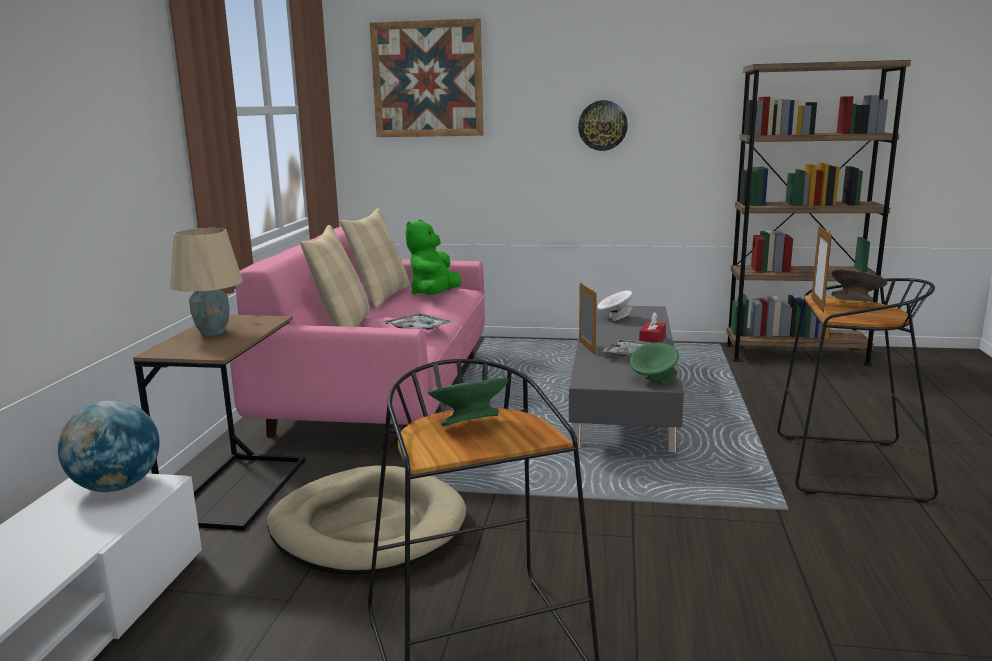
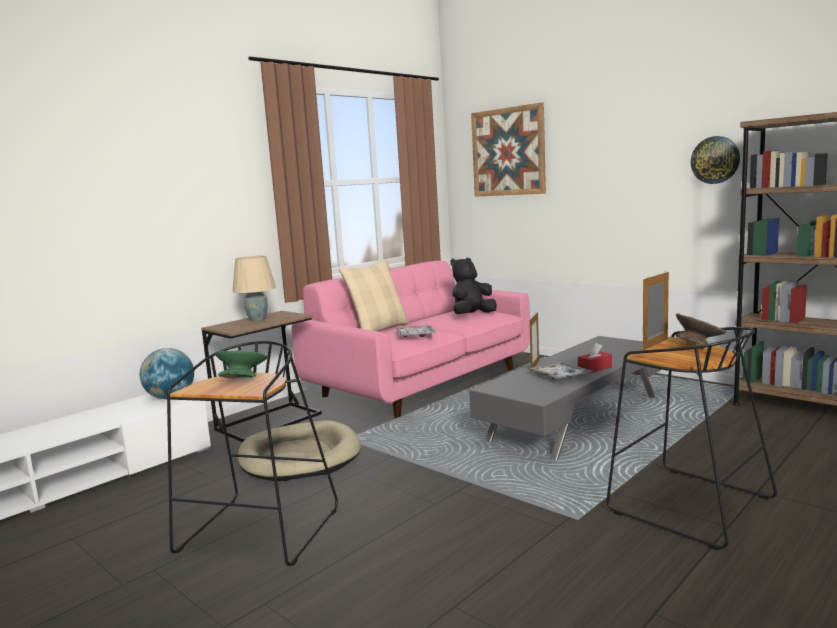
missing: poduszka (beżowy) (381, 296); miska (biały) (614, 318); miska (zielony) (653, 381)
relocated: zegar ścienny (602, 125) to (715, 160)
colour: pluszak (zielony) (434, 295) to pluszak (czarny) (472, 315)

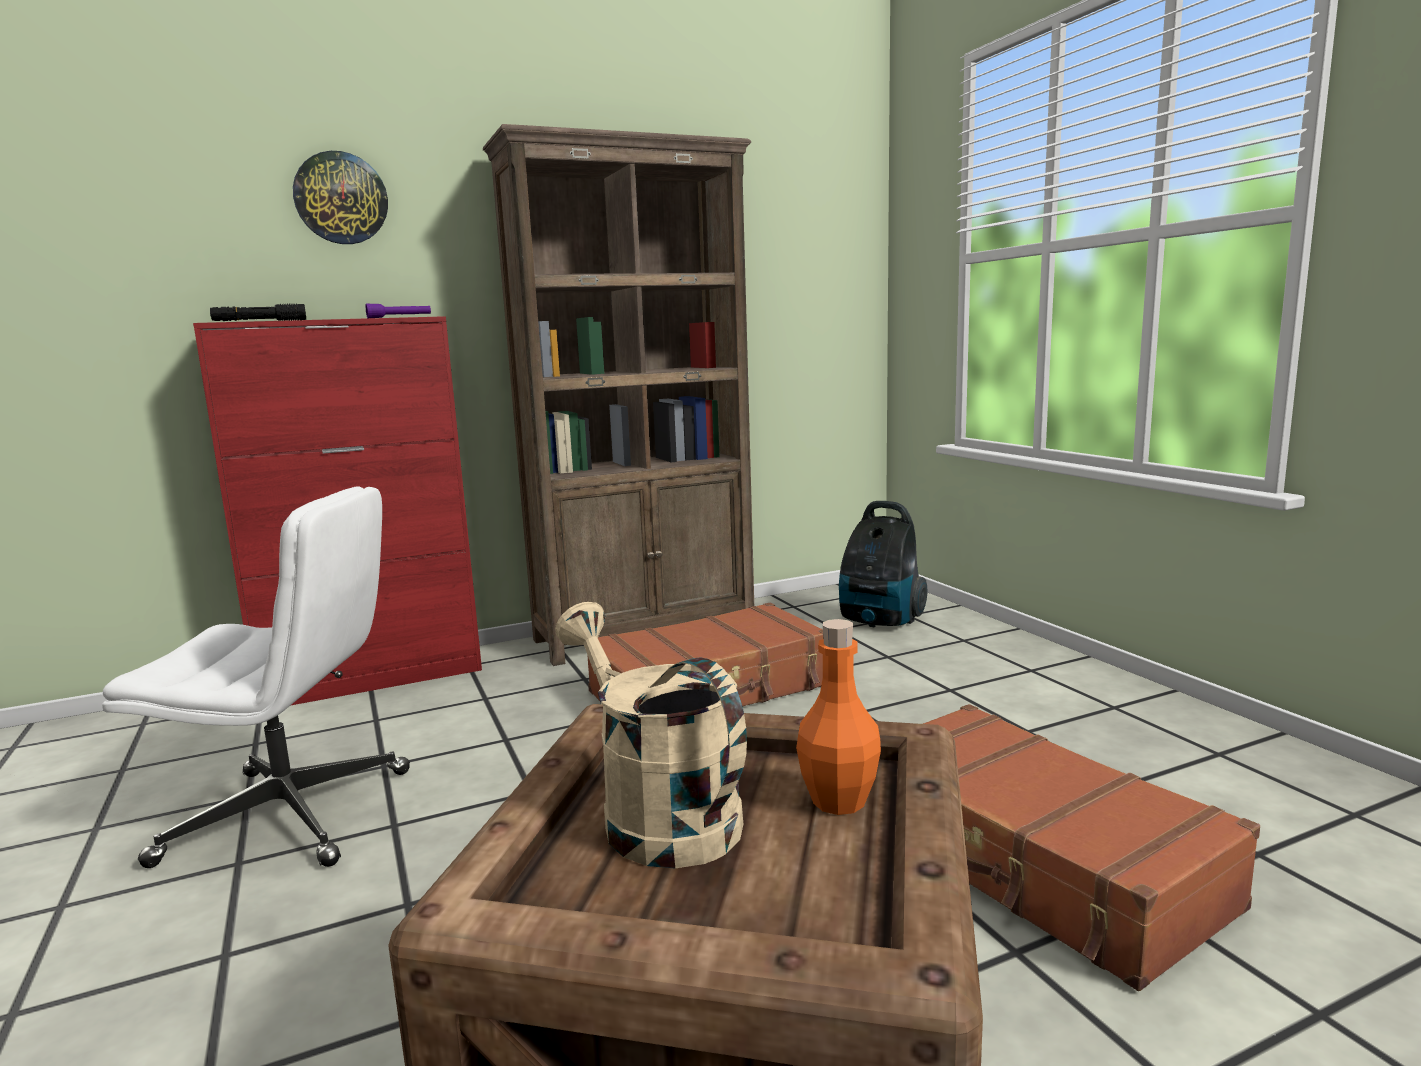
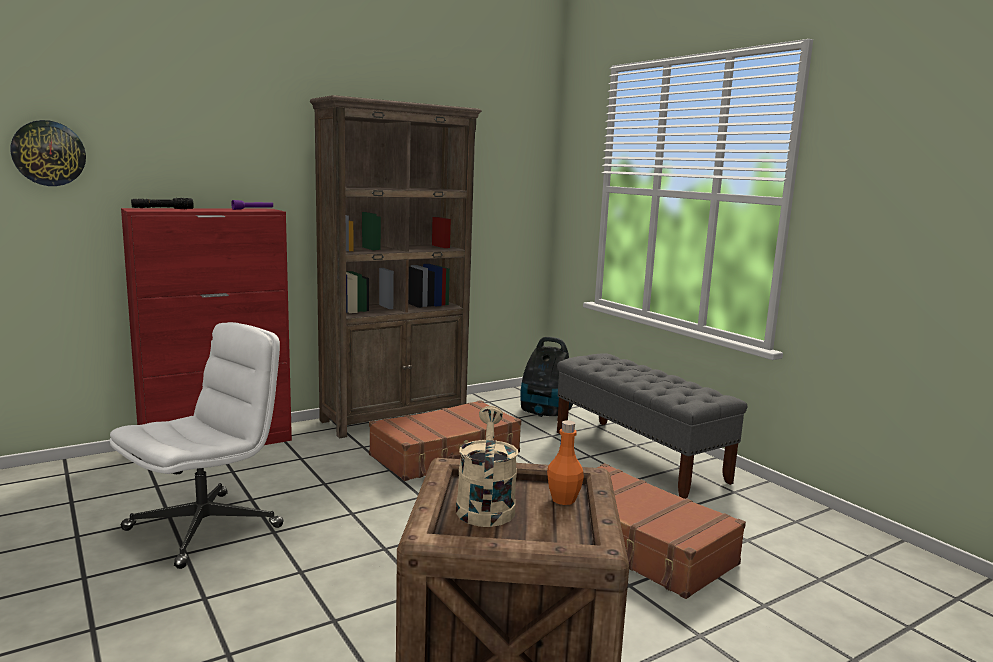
appeared: ławka (szary) (638, 456)
relocated: zegar ścienny (341, 198) to (48, 153)
spun: krzesło biurowe (biały) (292, 815) = (205, 527) 45 degrees counterclockwise; konewka (beżowy) (656, 813) = (485, 505) 45 degrees clockwise

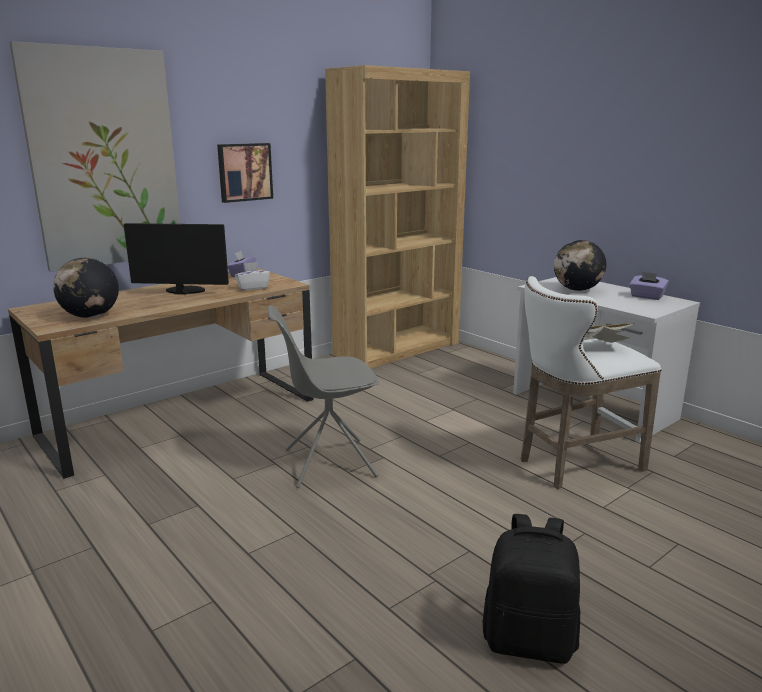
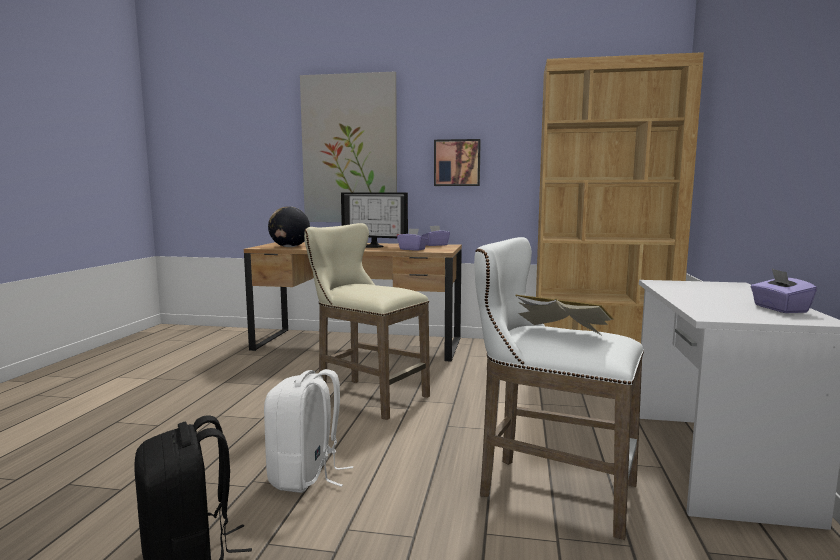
missing: globus (577, 289)
appeared: plecak (biały) (306, 476)
exchanged: krzesło (szary) (328, 463) to stołek (beżowy) (367, 396)
colour: pudełko chusteczek (biały) (253, 287) to pudełko chusteczek (fioletowy) (412, 249)
spun: monitor (183, 291) = (371, 246) 150 degrees clockwise

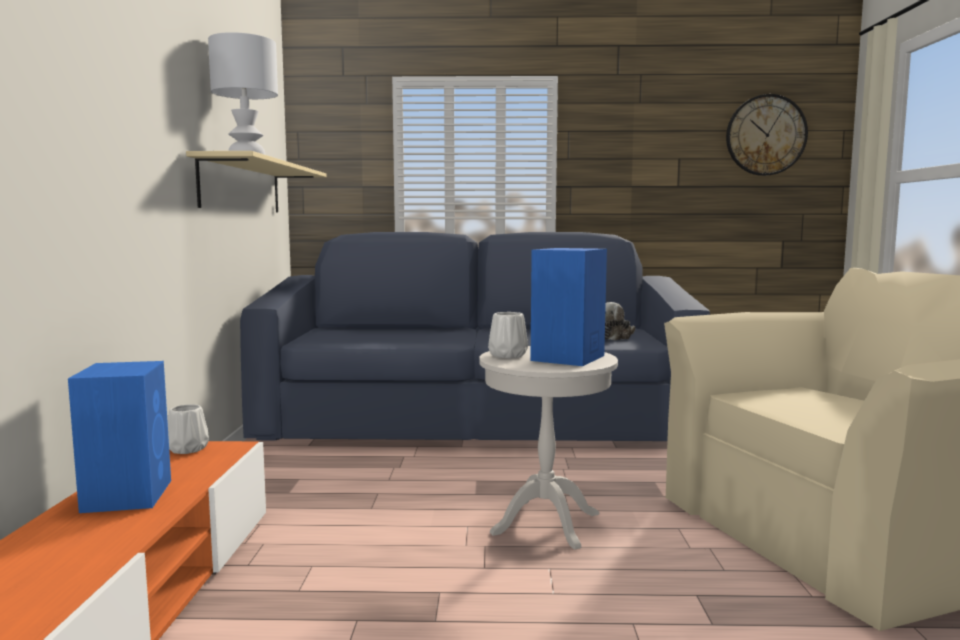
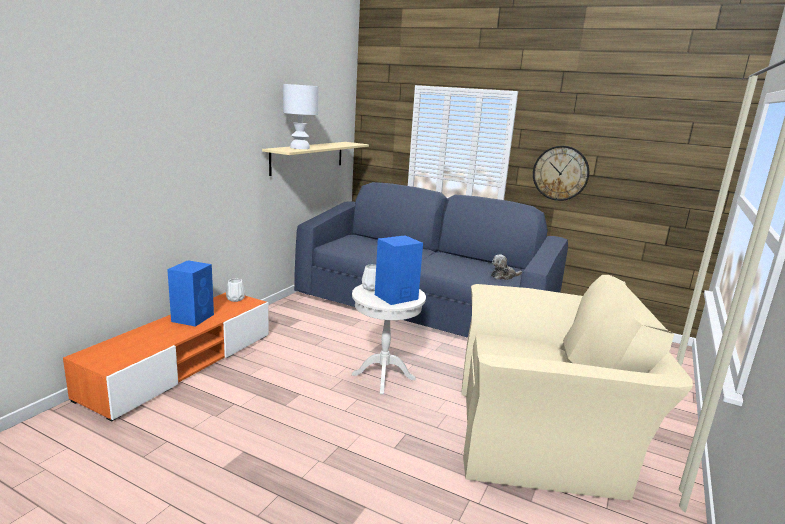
relocated: zegar ścienny (766, 135) to (560, 173)

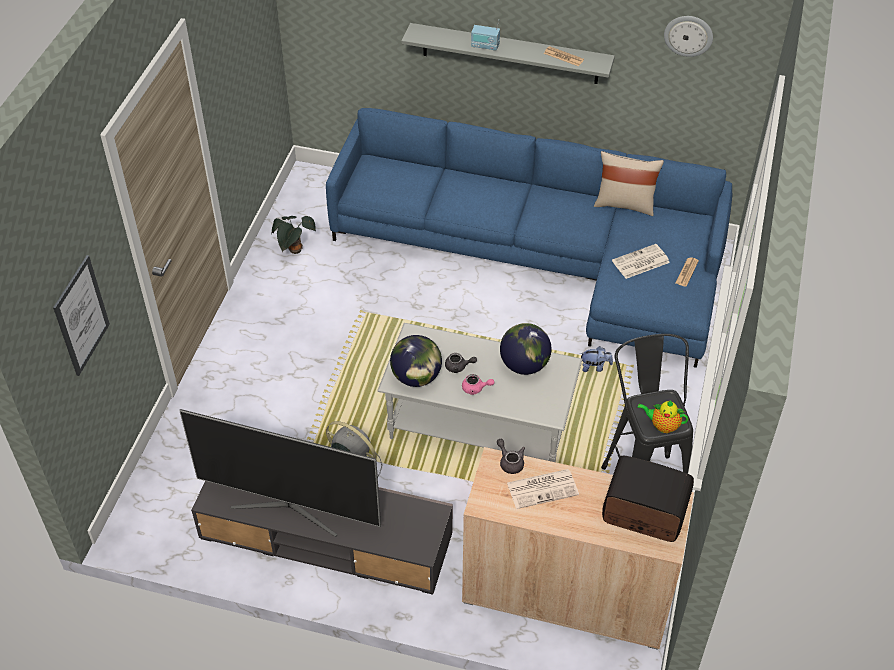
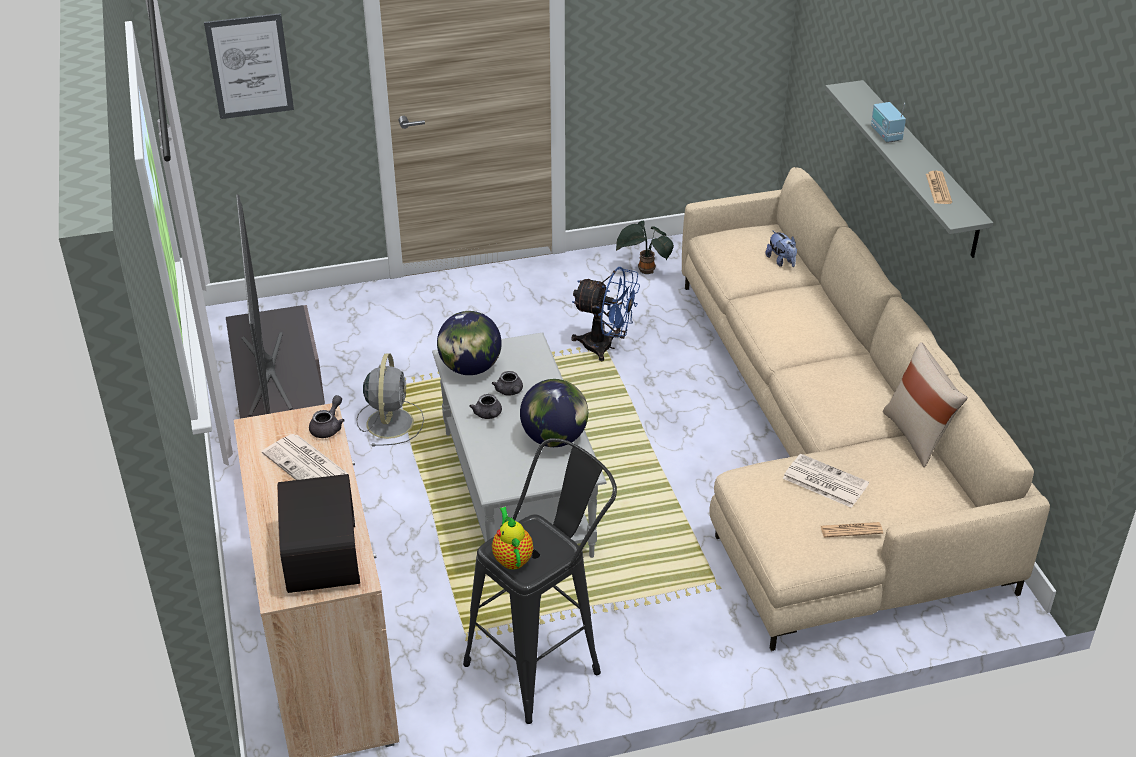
missing: zegar ścienny (688, 35)
appeared: wentylator (niebieski) (605, 347)
relocated: pluszak (595, 367) to (781, 261)
colour: kanapa (niebieski) (543, 257) to kanapa (beżowy) (822, 446); imbryk (różowy) (475, 388) to imbryk (szary) (488, 415)

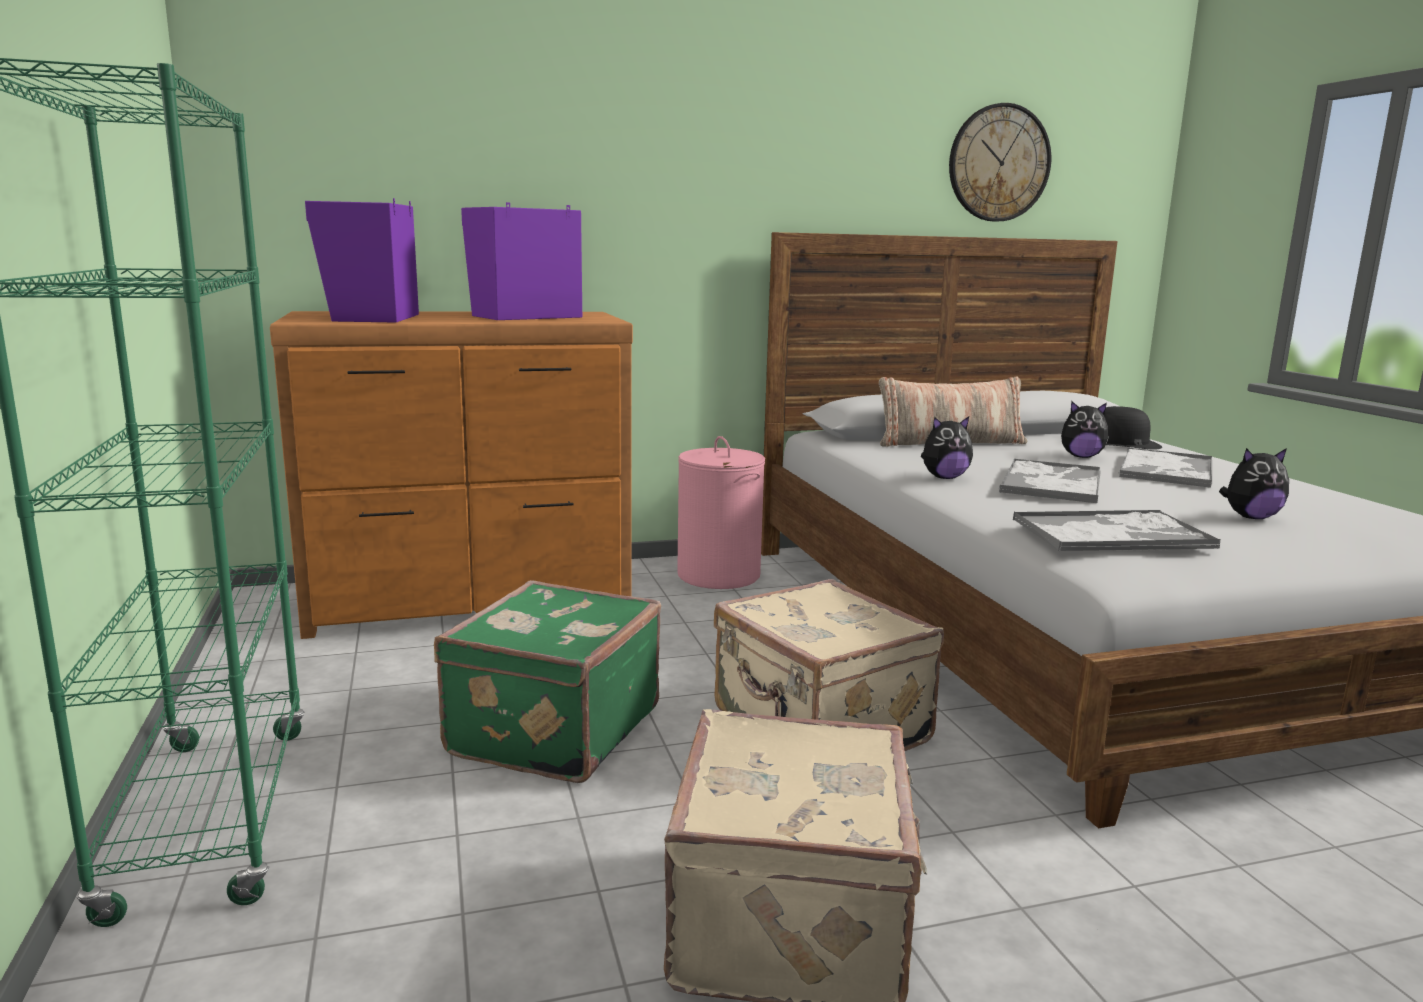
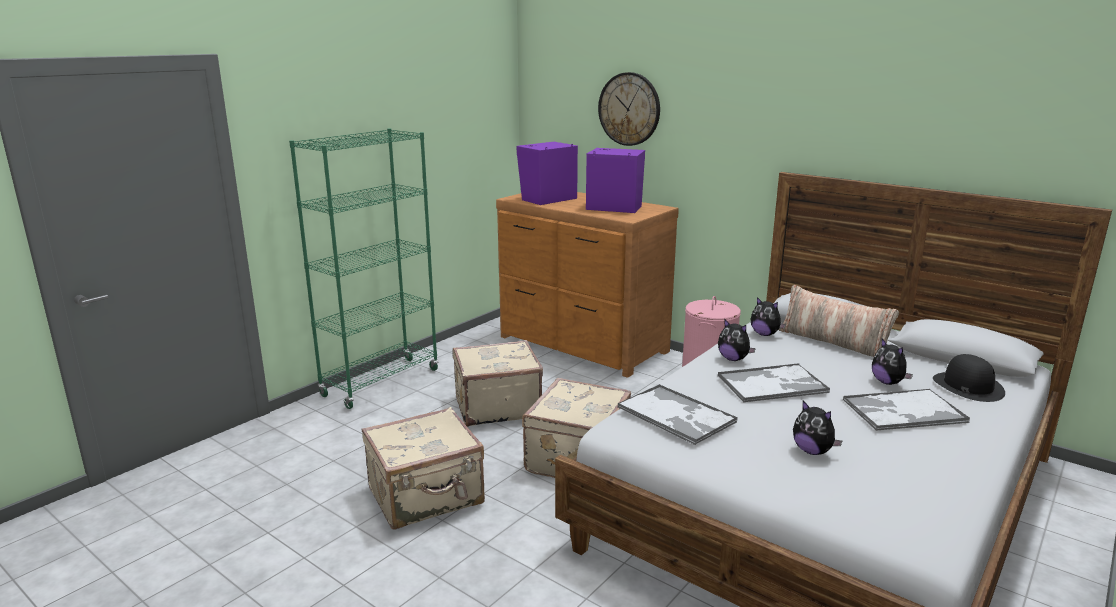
appeared: pluszak (765, 334)
relocated: zegar ścienny (999, 163) to (629, 109)
colour: walizka (zielony) (551, 730) to walizka (beżowy) (496, 406)

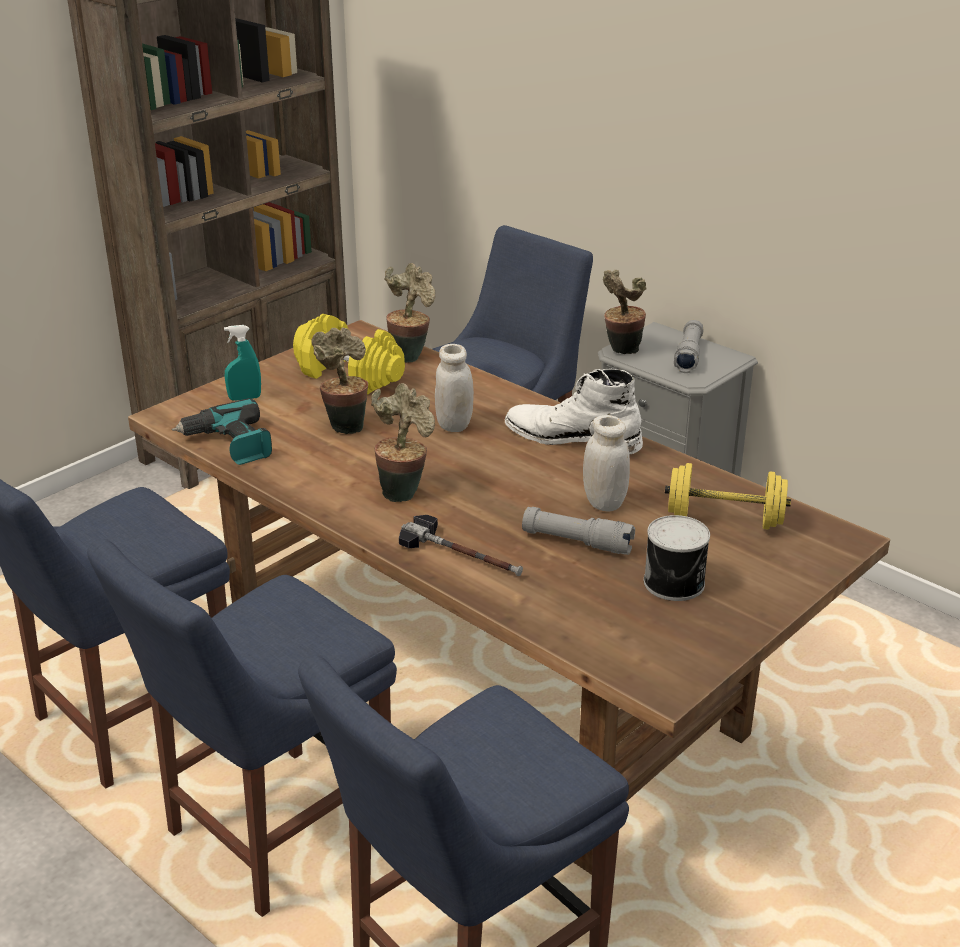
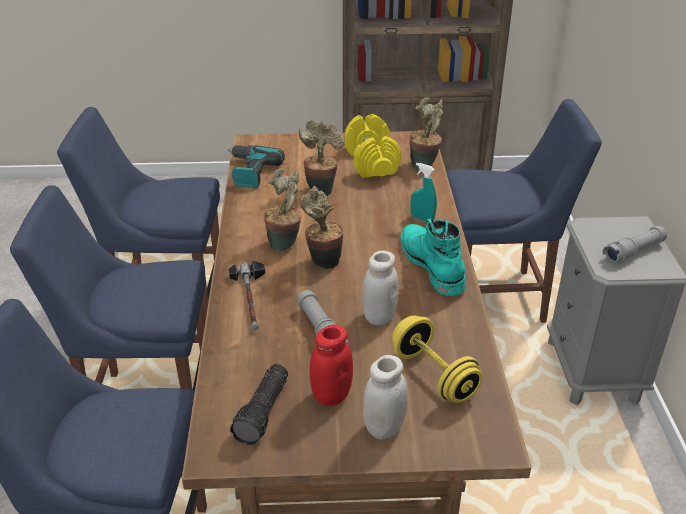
appeared: latarka (264, 412)
relocated: roślina doniczkowa (621, 350) to (322, 261); spryskiwacz (turkusowy) (245, 398) to (422, 219); słoik (biały) (454, 425) to (384, 428)
exchanged: puszka (675, 583) to słoik (czerwony) (331, 395)
colour: but z cholewką (biały) (572, 438) to but z cholewką (turkusowy) (431, 265)

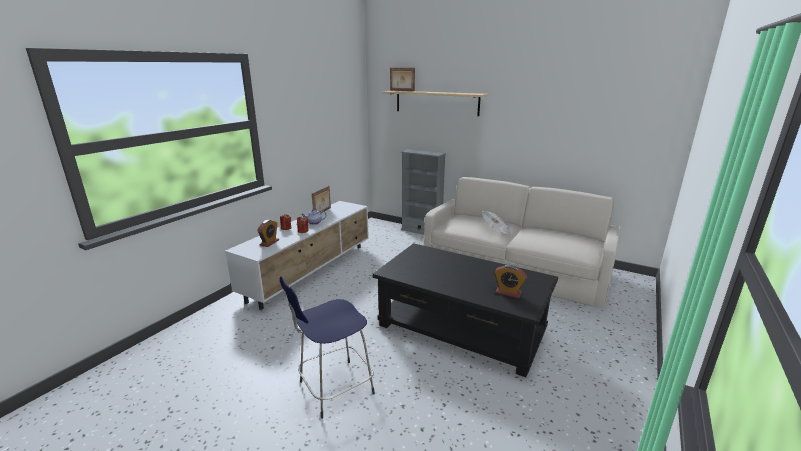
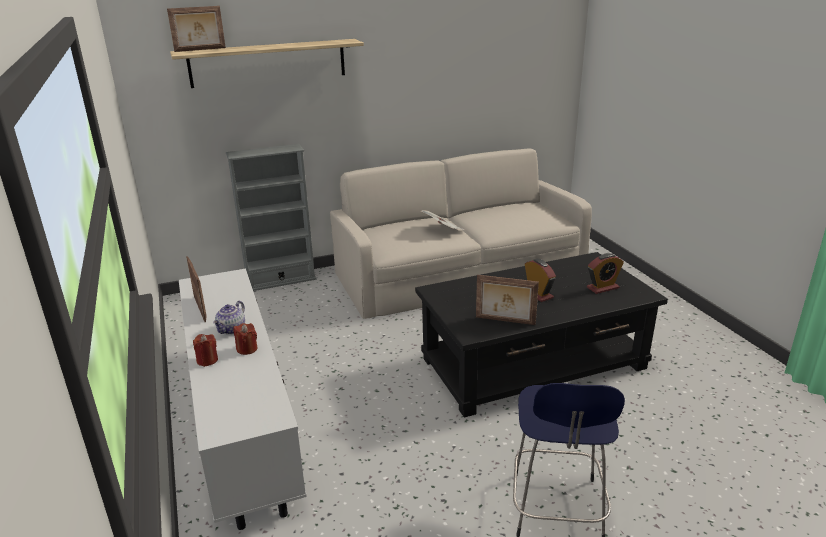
appeared: ramka na zdjęcie (505, 321)
relocated: budzik (269, 243) to (538, 294)

